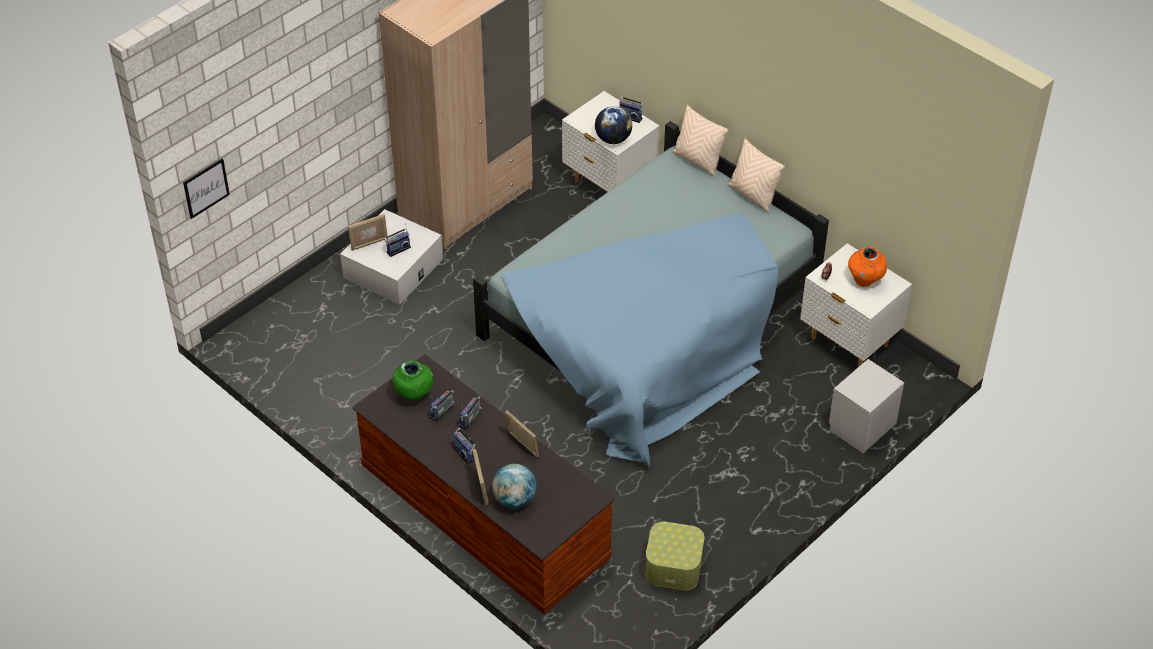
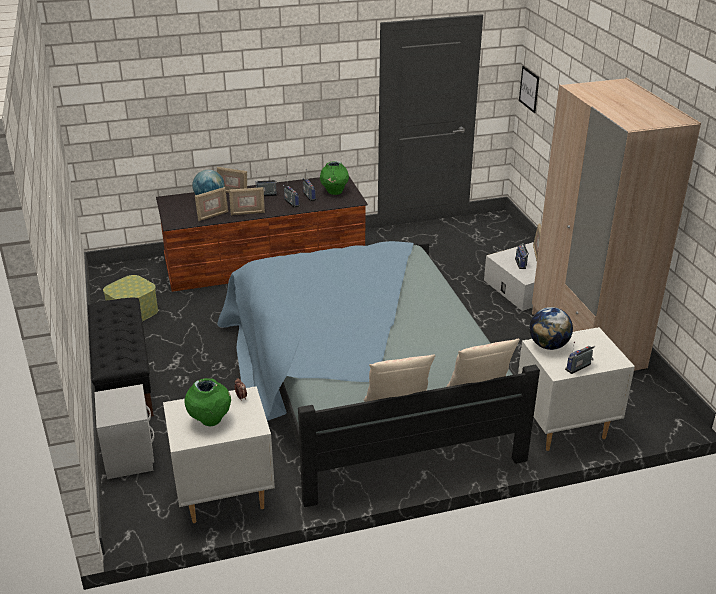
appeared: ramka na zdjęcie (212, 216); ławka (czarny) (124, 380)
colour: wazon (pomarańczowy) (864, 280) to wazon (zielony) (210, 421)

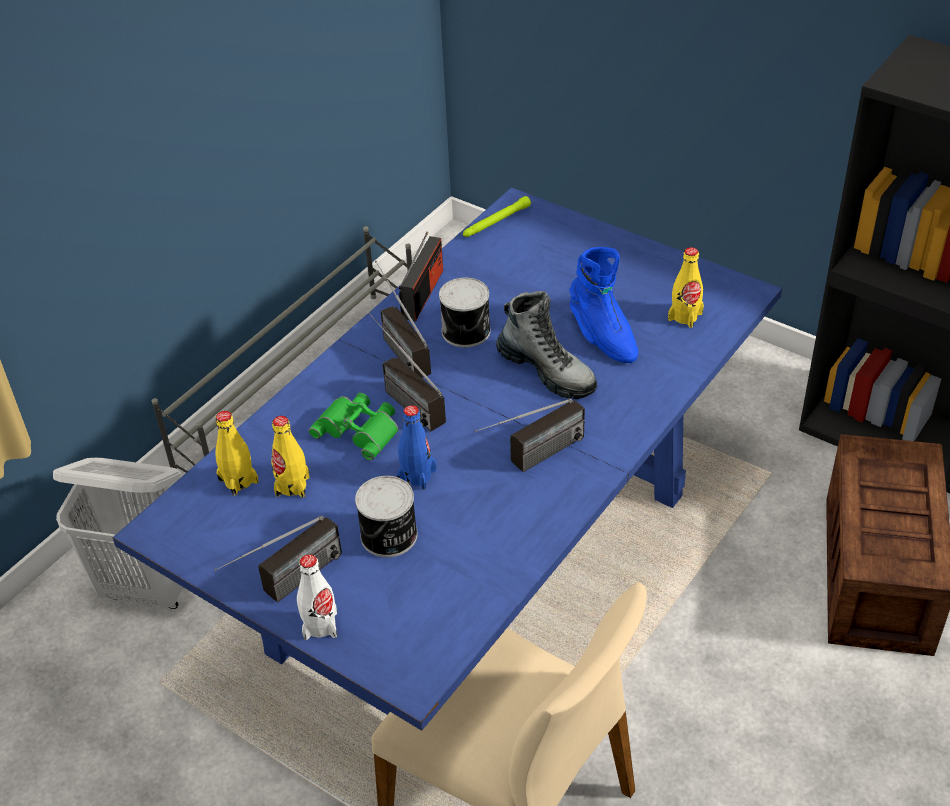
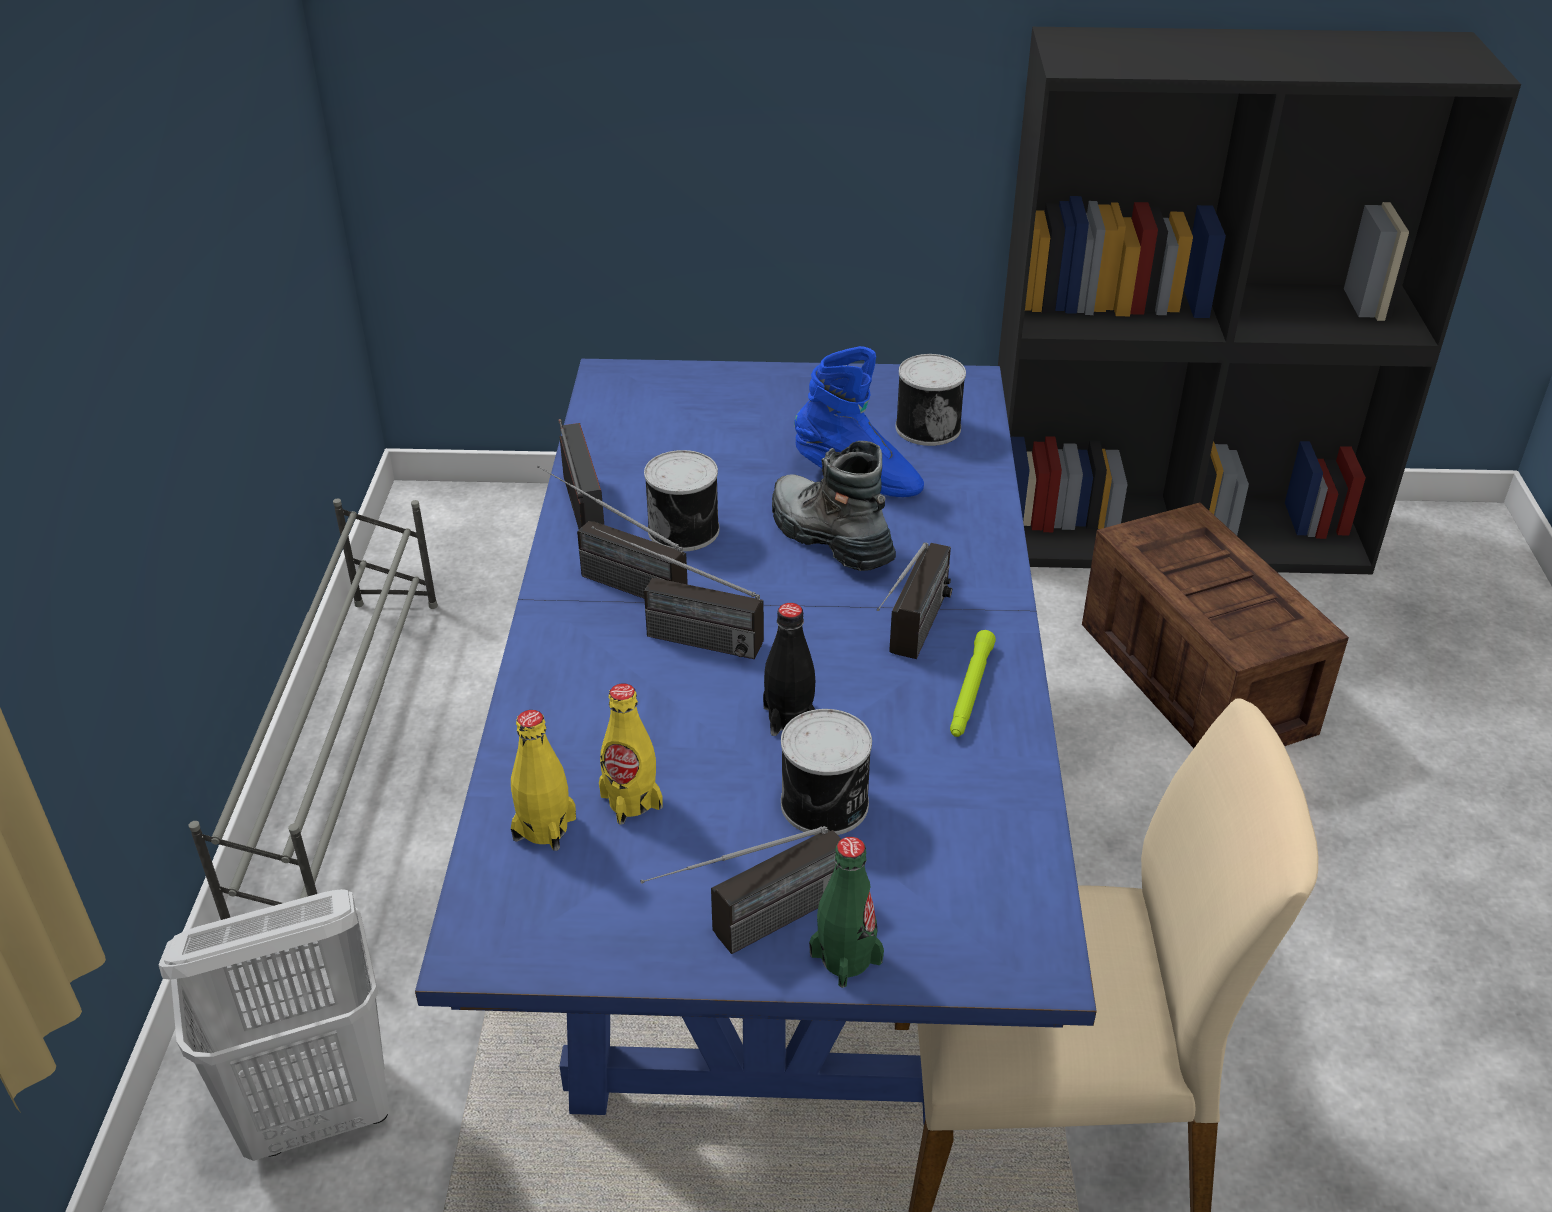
missing: lornetka (zielony) (360, 429)
relocated: latarka (zielony) (496, 222) to (970, 691)
exchanged: butelka (żółty) (685, 316) to puszka (928, 427)
colour: butelka (niebieski) (417, 476) to butelka (czarny) (789, 717); butelka (biały) (320, 625) to butelka (zielony) (846, 958)
spun: but z cholewką (547, 371) = (829, 538) 135 degrees counterclockwise; radio (287, 587) = (750, 931) 45 degrees clockwise

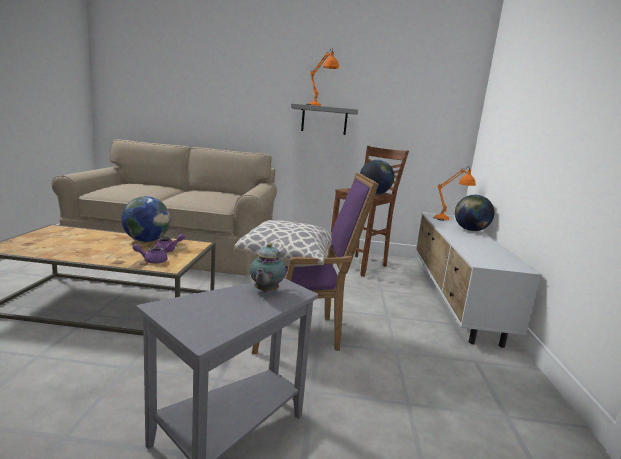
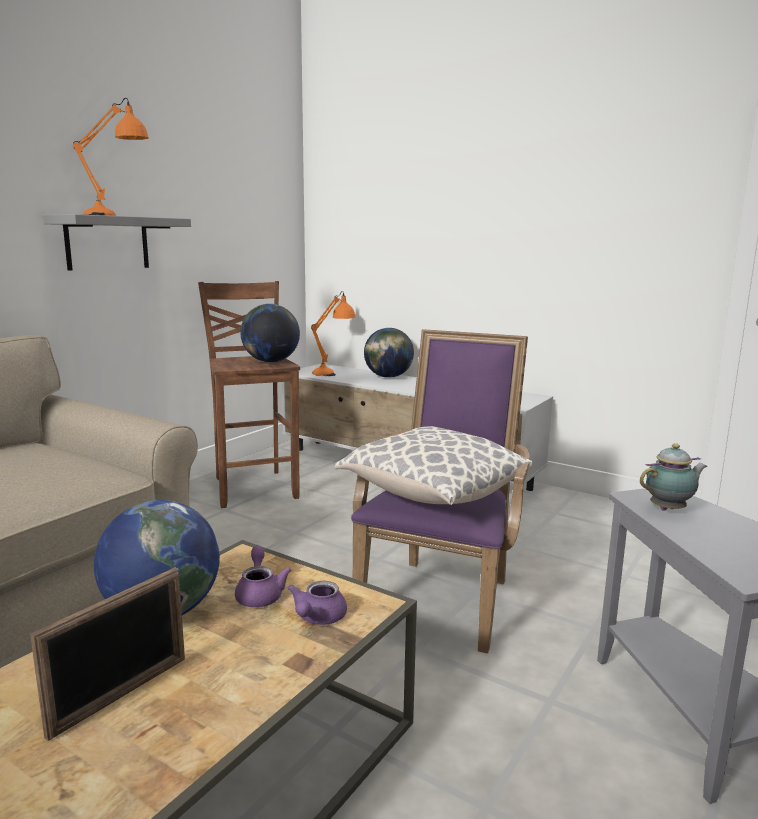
appeared: ramka na zdjęcie (121, 695)
spun: imbryk (265, 291) = (670, 509) 60 degrees counterclockwise

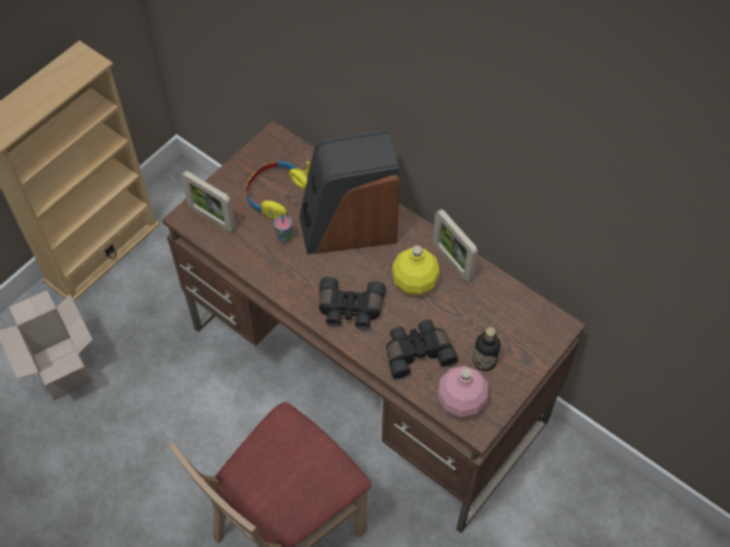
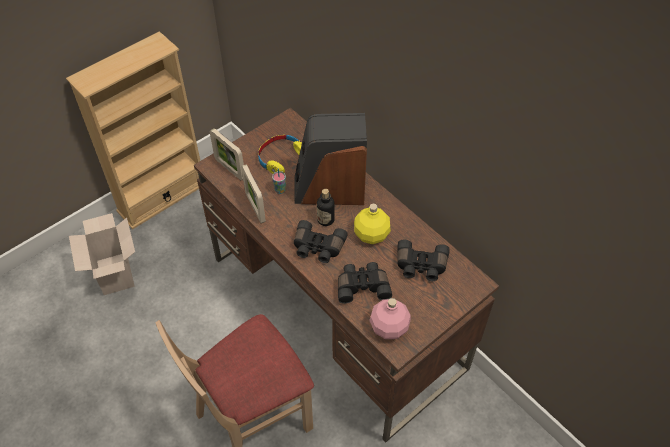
appeared: lornetka (czarny) (421, 266)
relocated: ramka na zdjęcie (452, 261) to (255, 208); butelka (484, 361) to (325, 220)

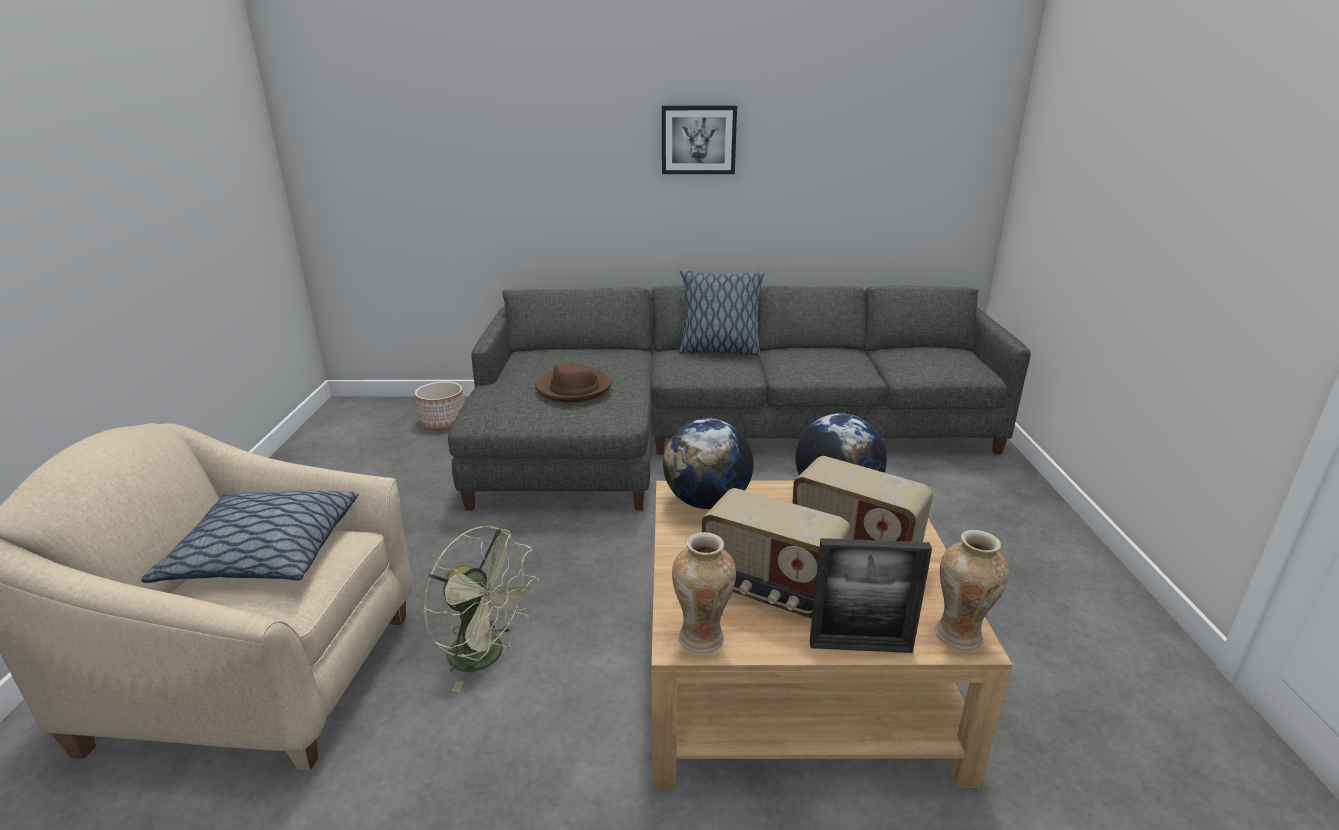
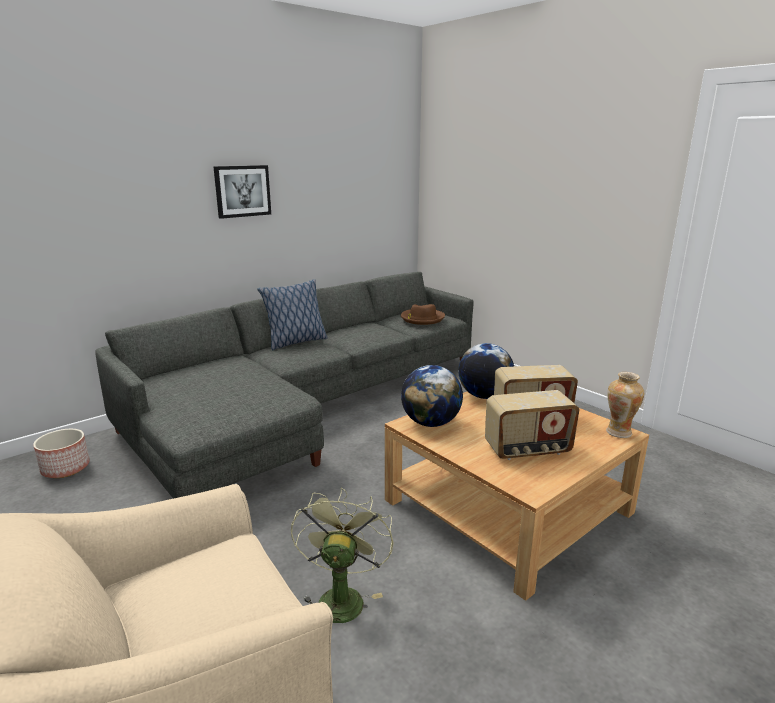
missing: poduszka (264, 553); wazon (702, 638); ramka na zdjęcie (860, 647)
relocated: kapelusz (brązowy) (573, 388) to (422, 318)
spun: wentylator (zielony) (487, 656) = (340, 597) 75 degrees counterclockwise

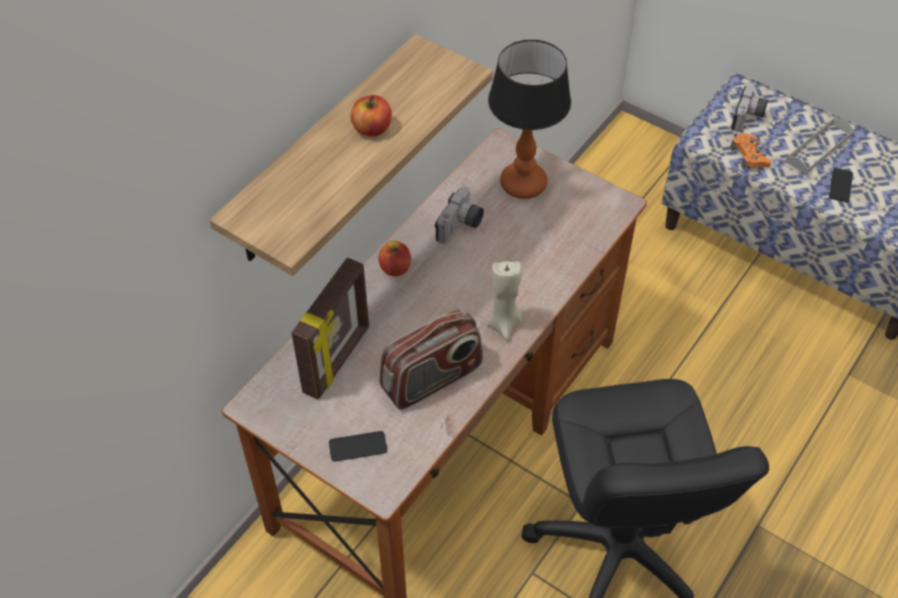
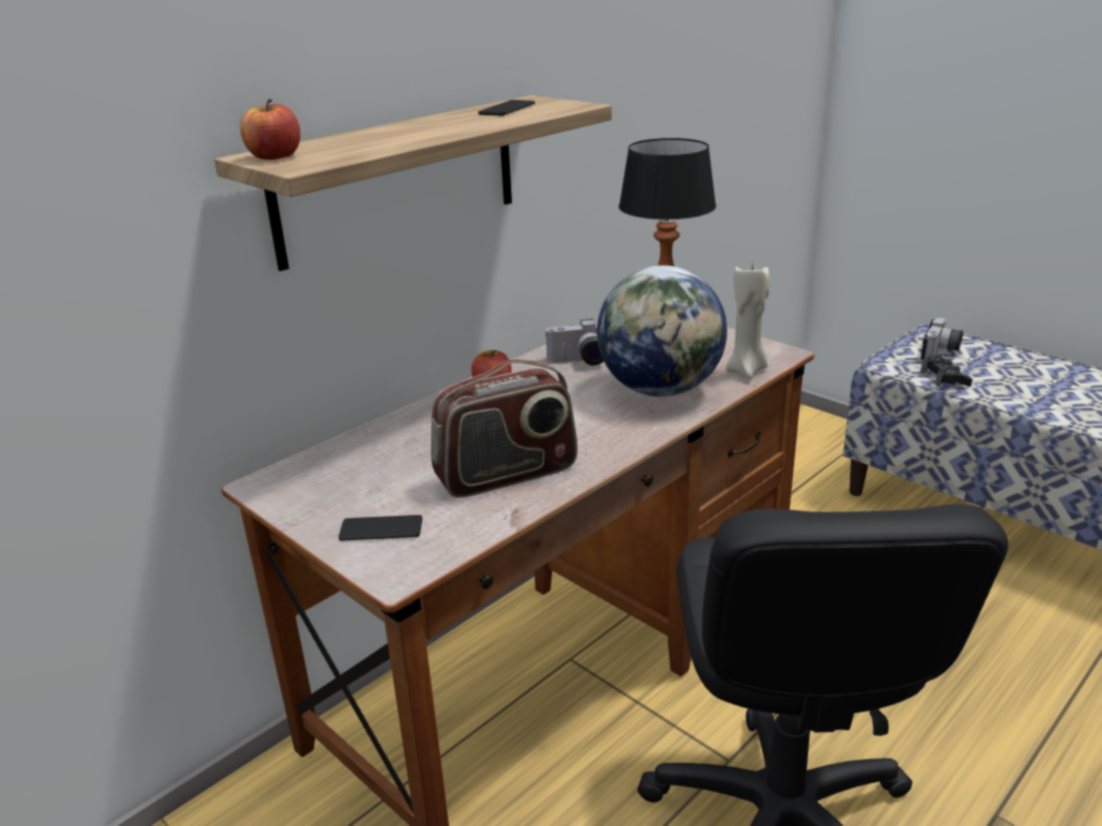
missing: taca (szary) (819, 148); ramka na zdjęcie (338, 360)
appeared: globus (661, 390)
relocated: jabłko (372, 128) to (275, 157); telefon (840, 185) to (507, 109); świeca (beżowy) (504, 324) to (747, 370)
colour: pad do gier (pomarańczowy) (749, 156) to pad do gier (czarny) (944, 378)
spun: aparat fotograficzny (461, 226) = (582, 362) 45 degrees clockwise

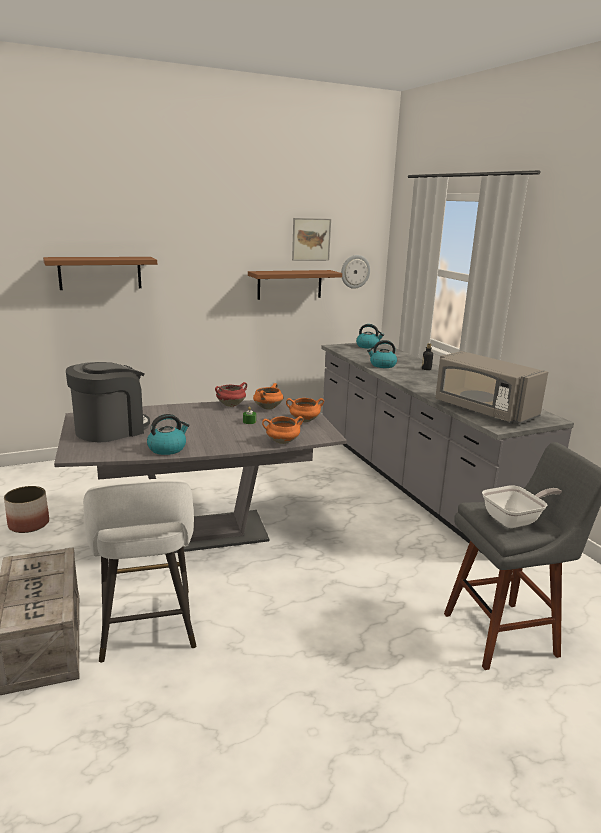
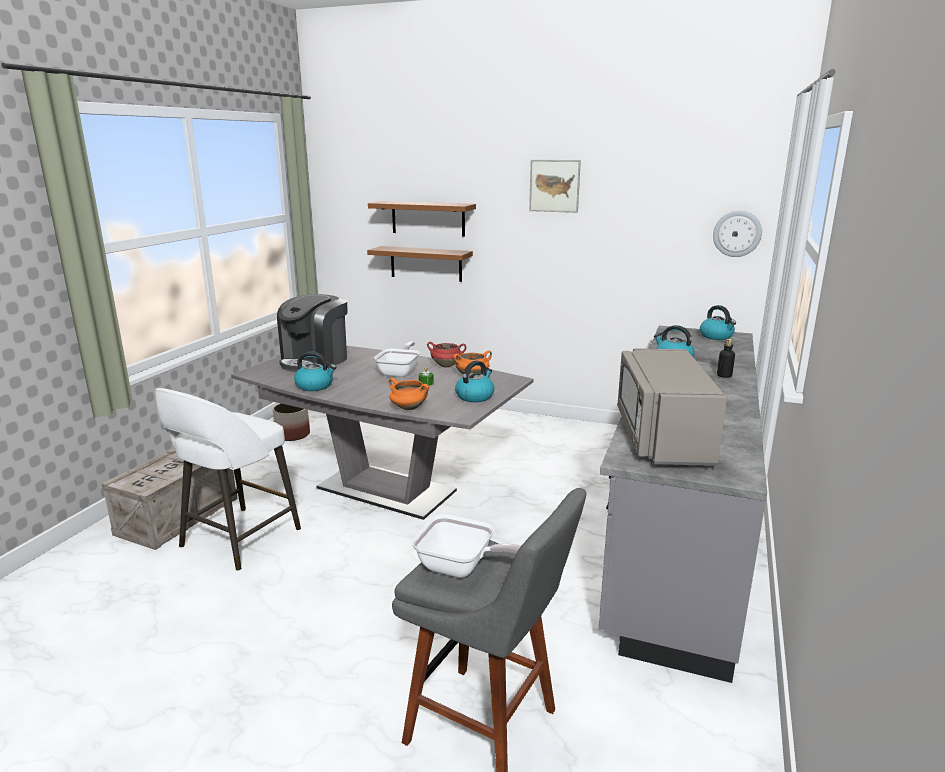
appeared: patelnia (400, 372)
relocated: obraz (311, 239) to (554, 186); półka (brązowy) (289, 284) to (426, 263)
exchanged: garnek (pomarańczowy) (304, 421) to czajnik (475, 396)
spun: ekspres do kawy (111, 429) = (315, 361) 120 degrees clockwise

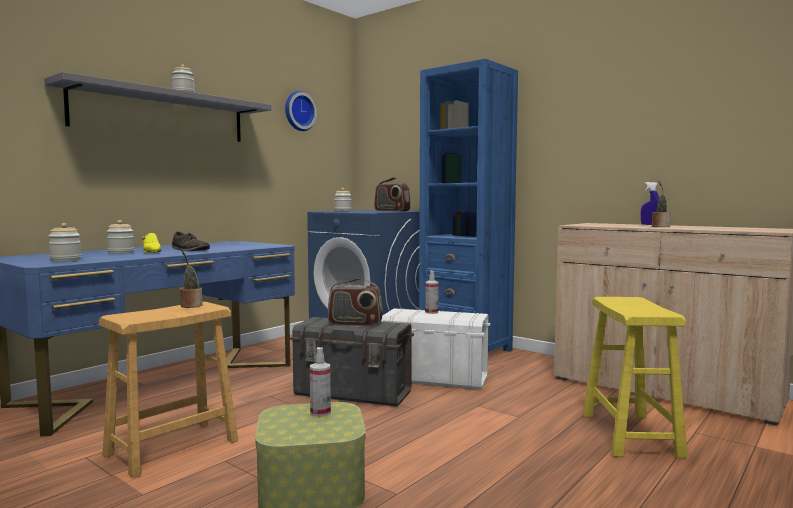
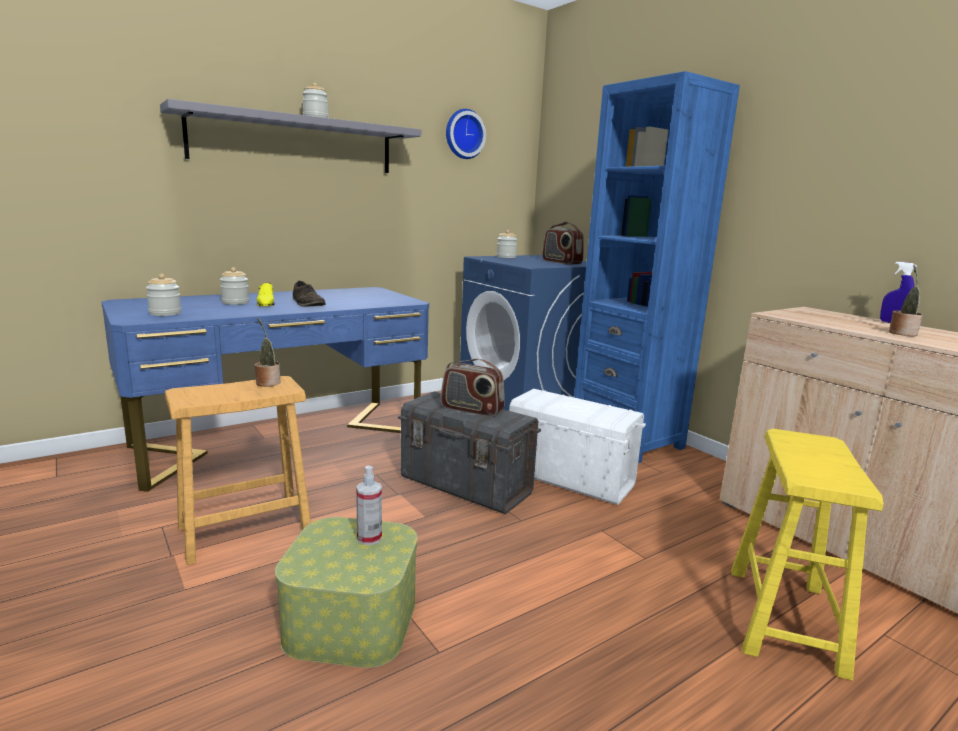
missing: spryskiwacz (431, 312)

